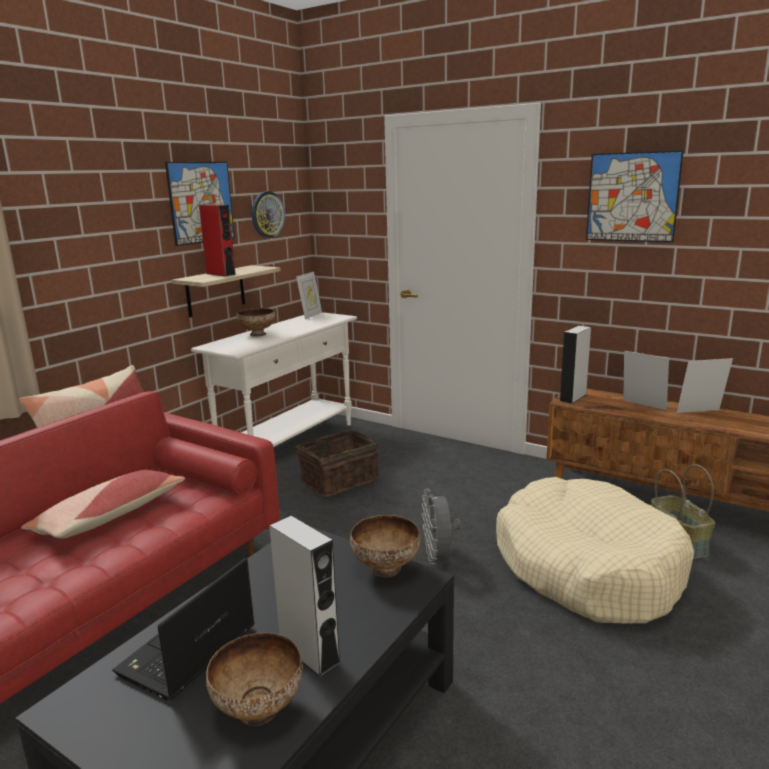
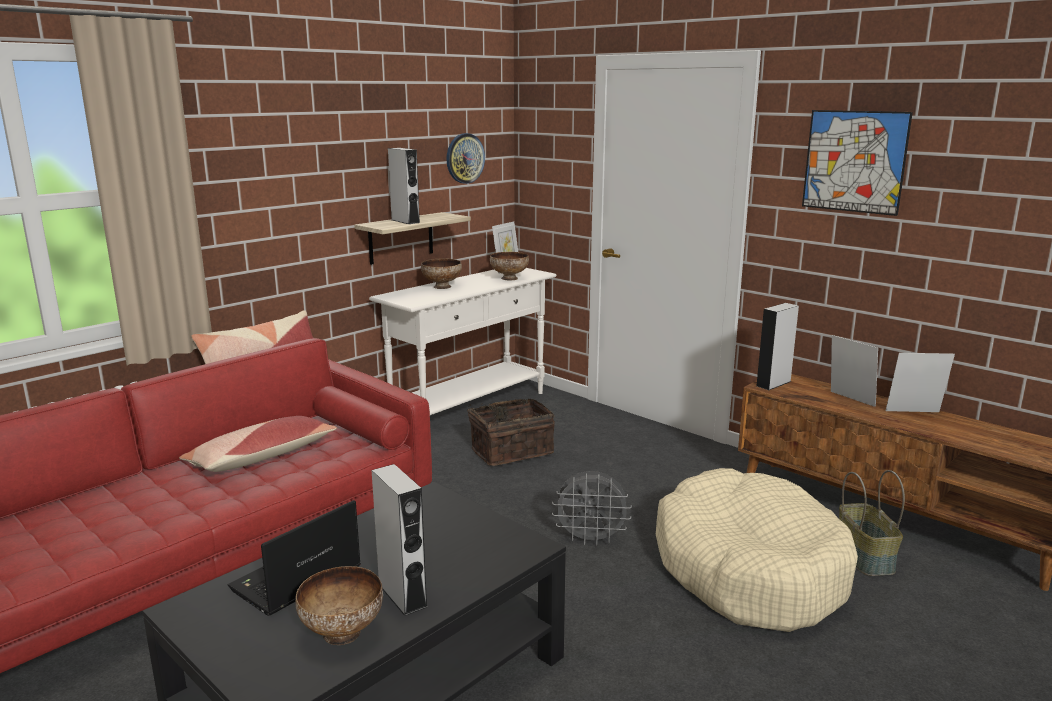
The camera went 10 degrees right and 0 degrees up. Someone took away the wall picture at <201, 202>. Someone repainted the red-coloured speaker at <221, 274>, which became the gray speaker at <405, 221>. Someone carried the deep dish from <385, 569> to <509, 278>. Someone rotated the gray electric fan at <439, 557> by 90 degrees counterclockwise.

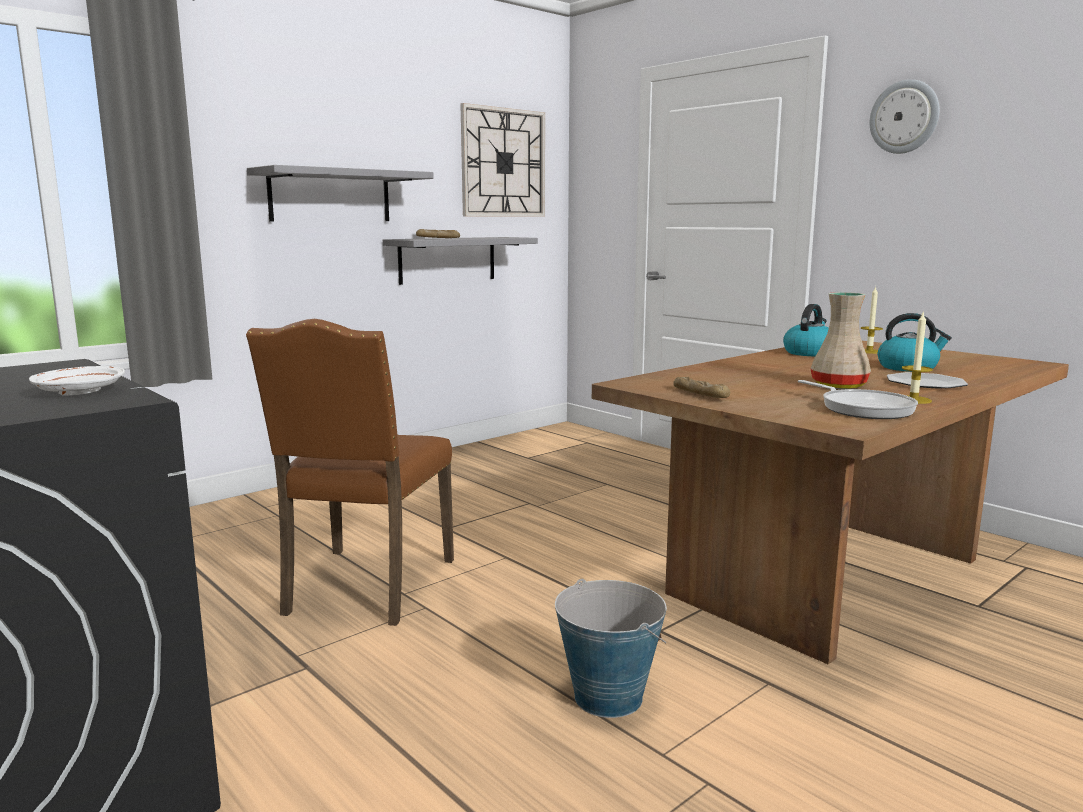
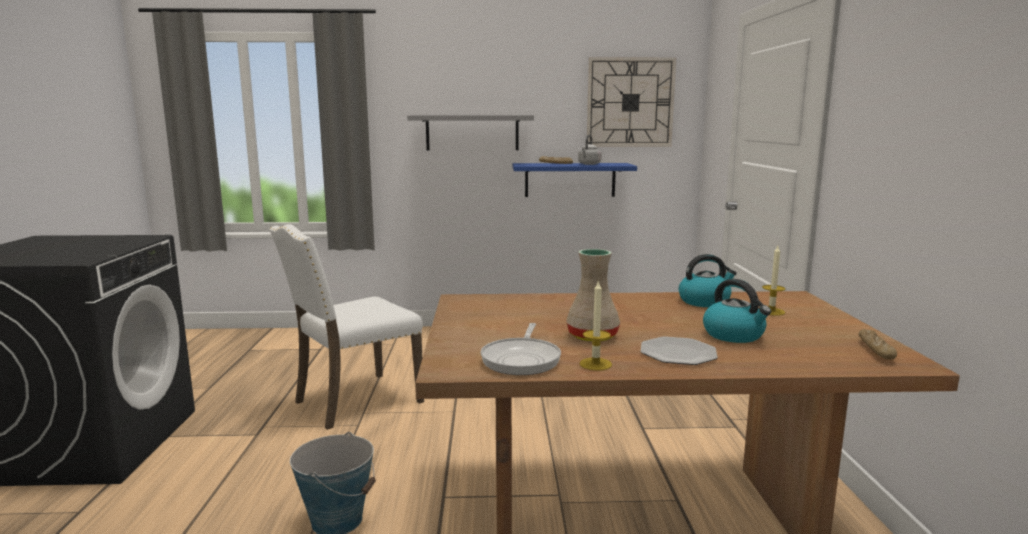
The camera went 40 degrees right and 0 degrees up. Someone took away the whitish plate at <80, 392>. Someone repainted the brown-coloured upright chair at <366, 587>, which became the whitish upright chair at <355, 401>. Someone repainted the gray wall shelf at <447, 259>, which became the blue wall shelf at <570, 180>. Someone carried the bread from <700, 395> to <875, 350>. Someone took away the hanging clock at <904, 117>. Someone put down the gray tea kettle at <588, 164>.

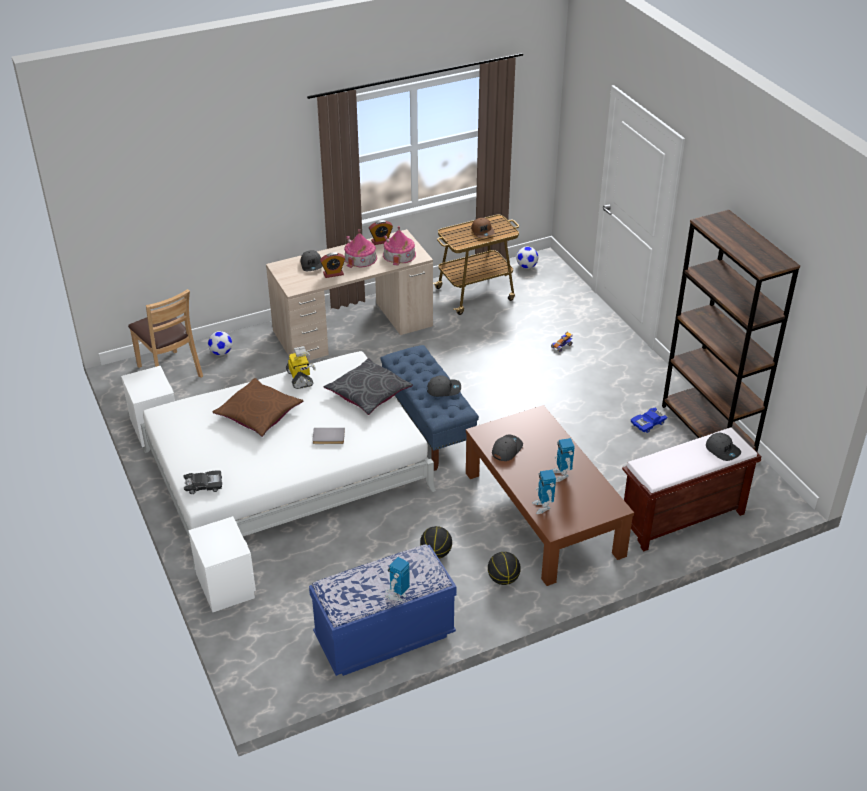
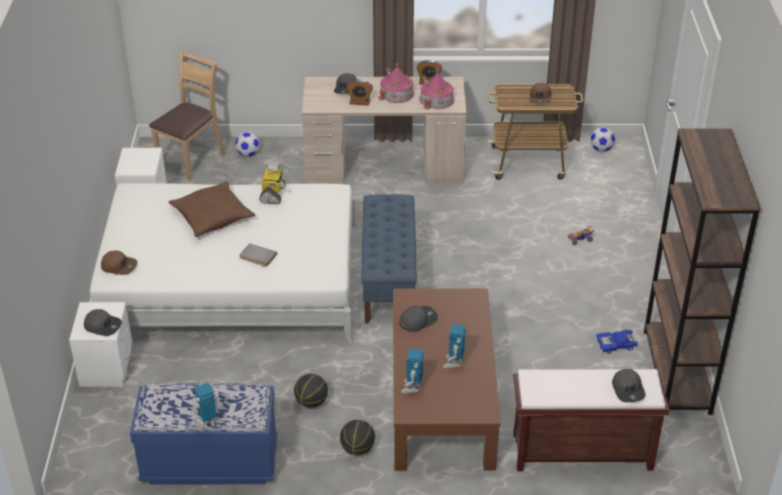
The camera went 25 degrees right and 0 degrees up. Someone rotated the brown-coloured upright chair at <169, 372> by 135 degrees counterclockwise. Someone swapped the black-coloured miniature car at <203, 485> for the brown-coloured baseball cap at <119, 266>. Someone took away the gray cushion at <368, 393>. Someone carried the gray baseball cap from <444, 389> to <103, 326>.

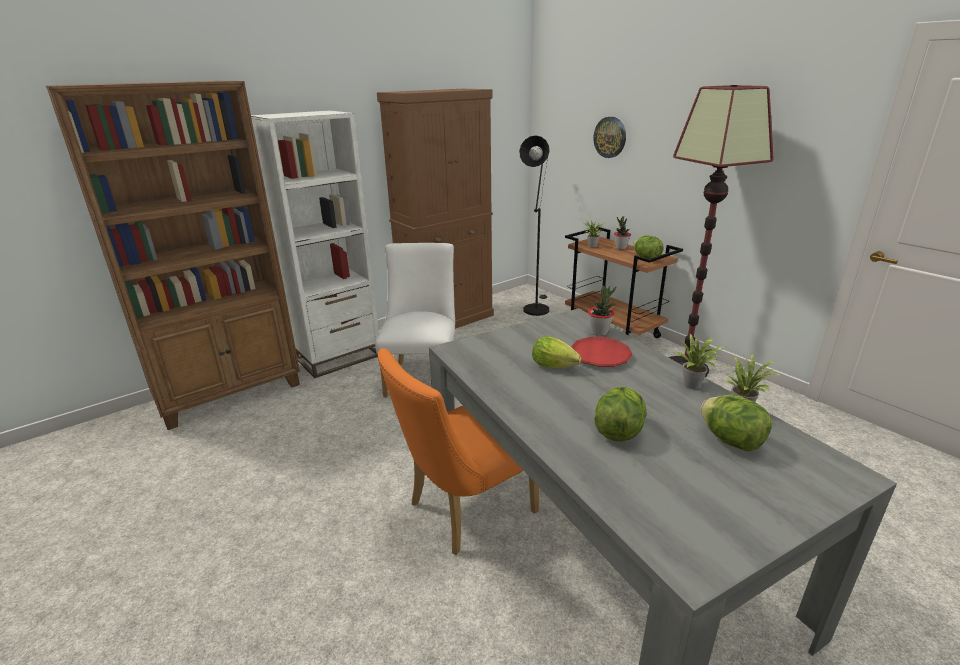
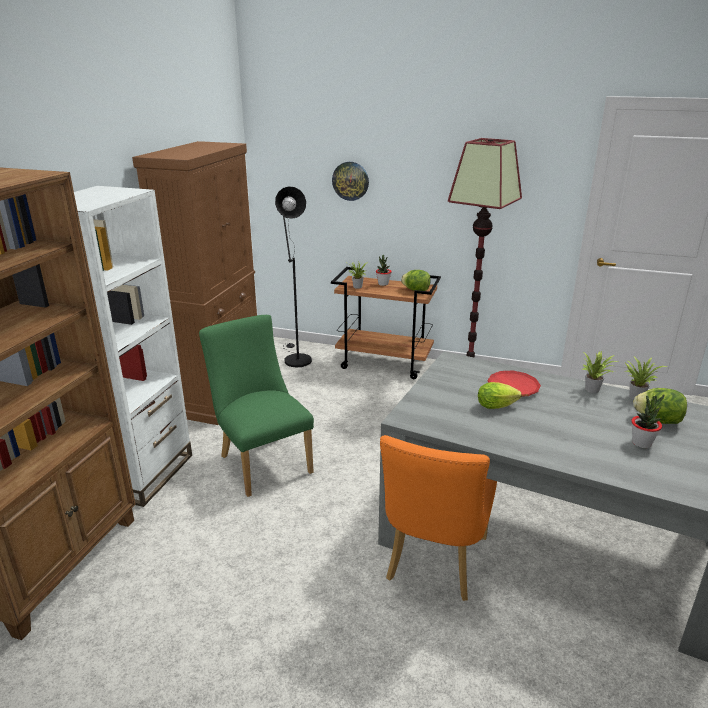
The camera went 35 degrees left and 0 degrees up. Someone repainted the whitish upright chair at <423, 376>, which became the greenish upright chair at <262, 461>. Someone carried the potted plant from <599, 332> to <641, 443>. Someone took away the lettuce at <618, 431>.

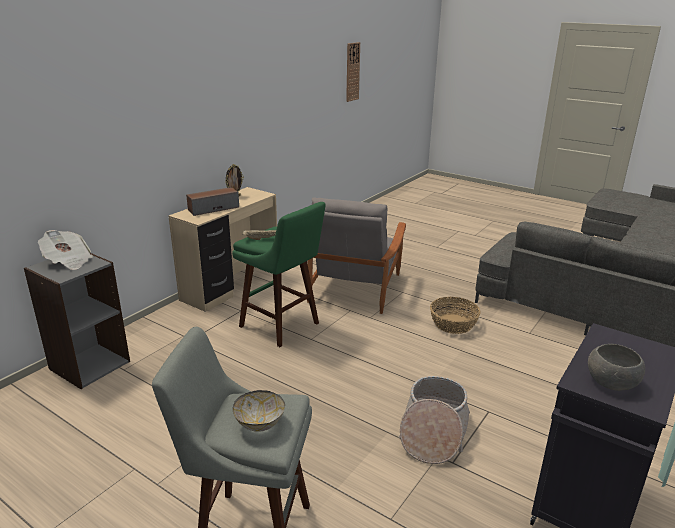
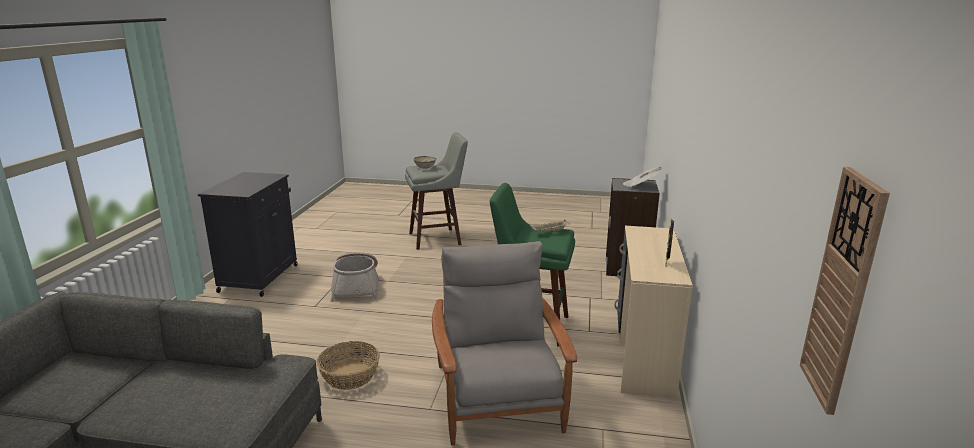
The camera went 155 degrees right and 5 degrees down. Someone took away the speaker at <213, 208>. Someone took away the gray deep dish at <611, 382>.

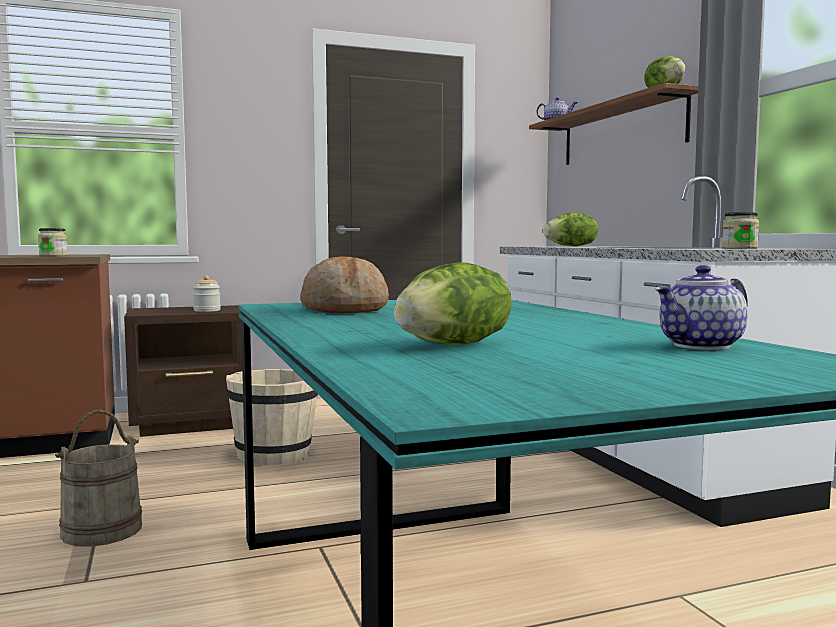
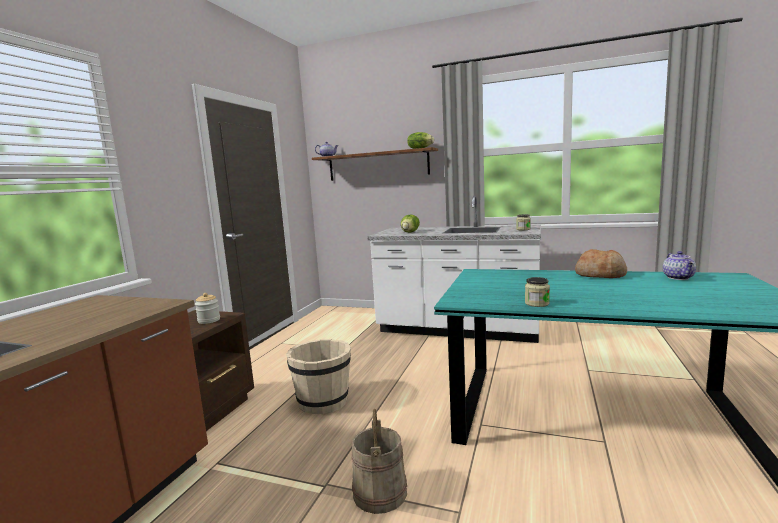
The camera went 50 degrees left and 5 degrees up. Someone carried the preserve jar from <53, 255> to <537, 303>. Someone carried the bread from <344, 309> to <600, 274>. Someone took away the lettuce at <455, 345>.

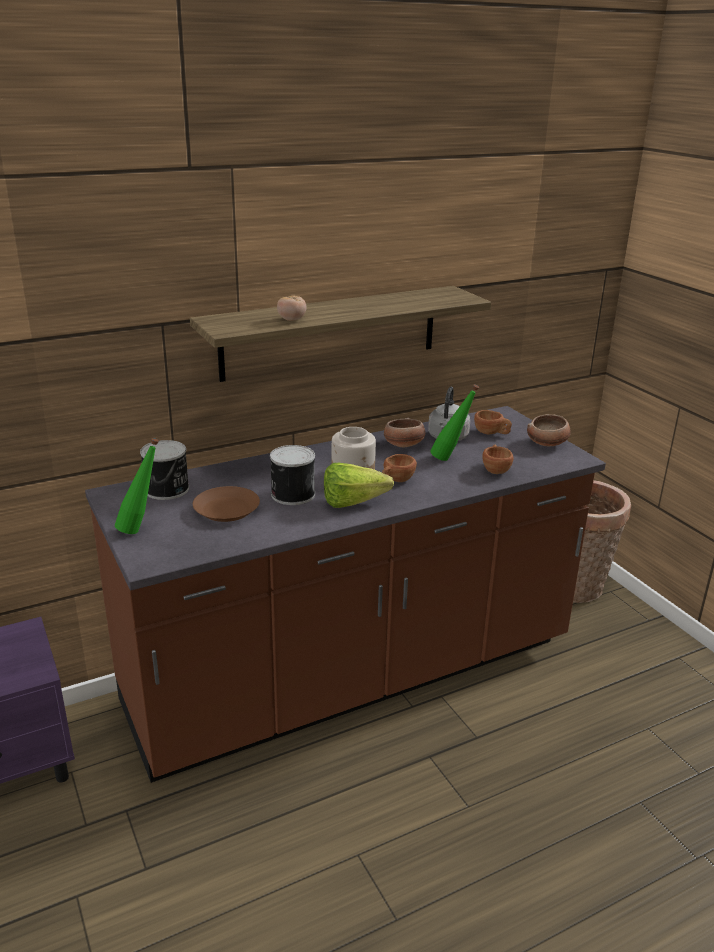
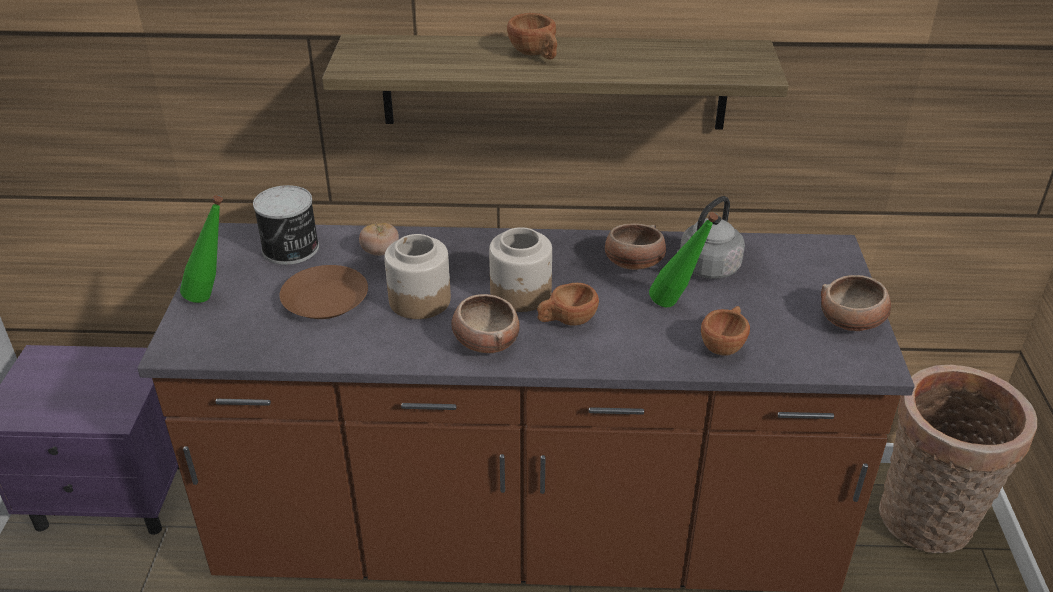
The camera went 30 degrees right and 10 degrees up. Someone swapped the sealed can at <291, 494> for the preserve jar at <419, 300>. Someone carried the fresh tomato from <292, 320> to <380, 252>. Someone swapped the lettuce at <358, 503> for the deep dish at <485, 341>. Someone carried the brown-coloured small cup from <491, 433> to <536, 55>.

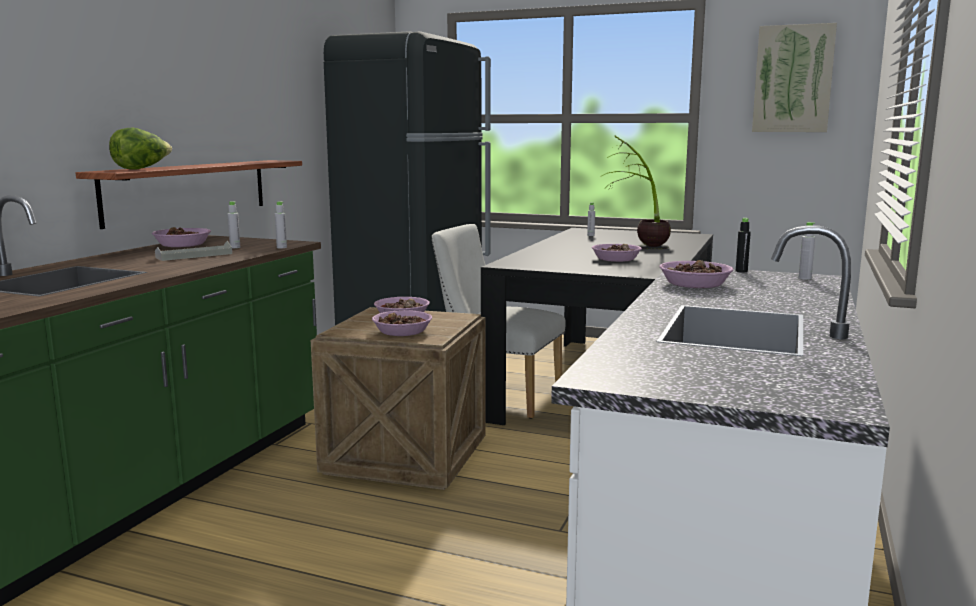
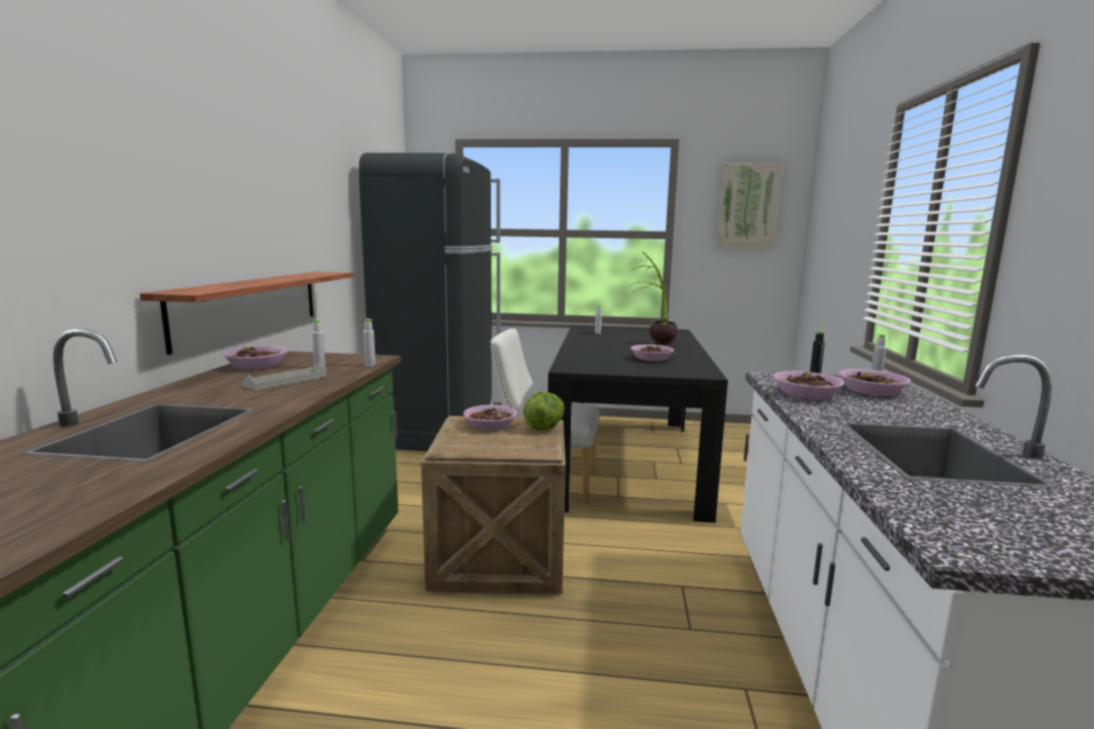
The camera went 15 degrees left and 0 degrees up. Someone carried the lettuce from <141, 169> to <545, 427>. Someone carried the deep dish from <402, 331> to <871, 391>.

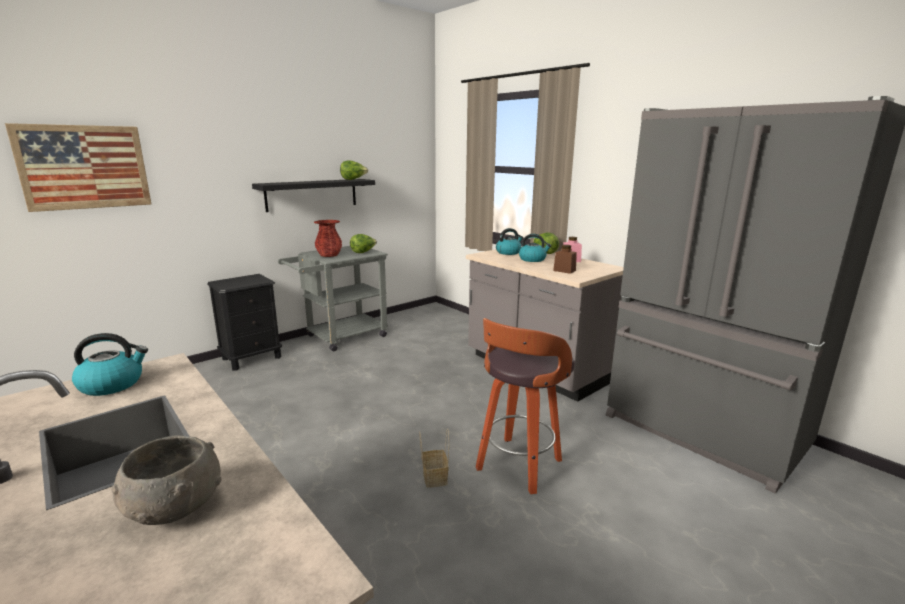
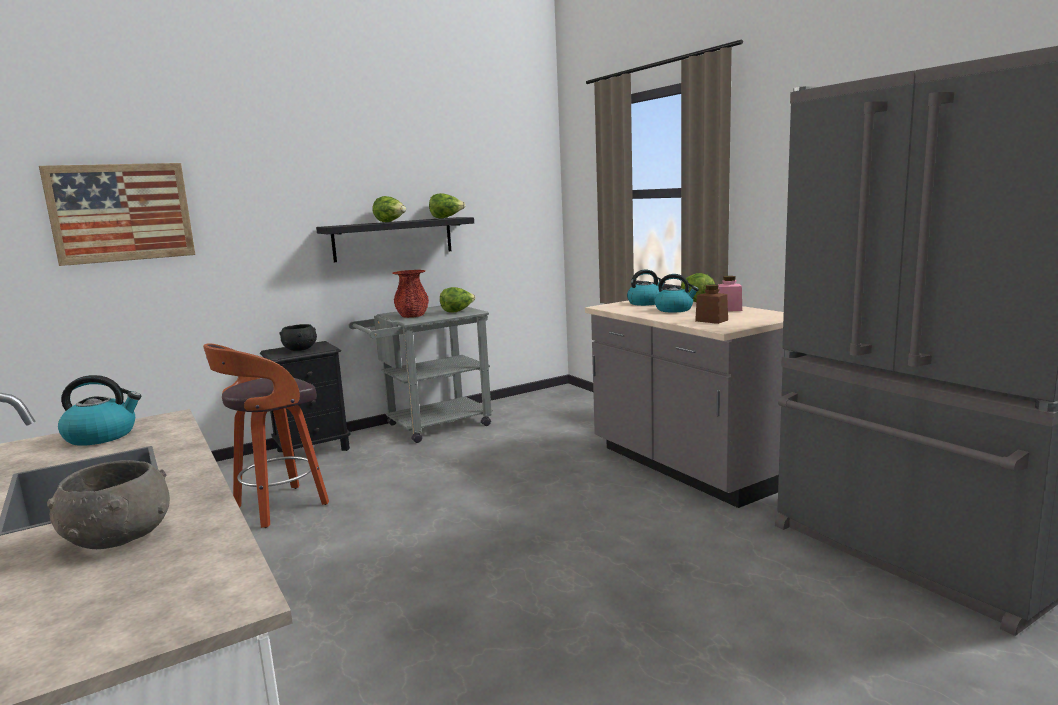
The camera went 10 degrees right and 5 degrees down. Someone took away the storage basket at <434, 477>. Someone carried the sitting stool from <518, 466> to <278, 507>. Someone put down the black-coloured deep dish at <300, 349>. Someone put down the lettuce at <390, 222>.

